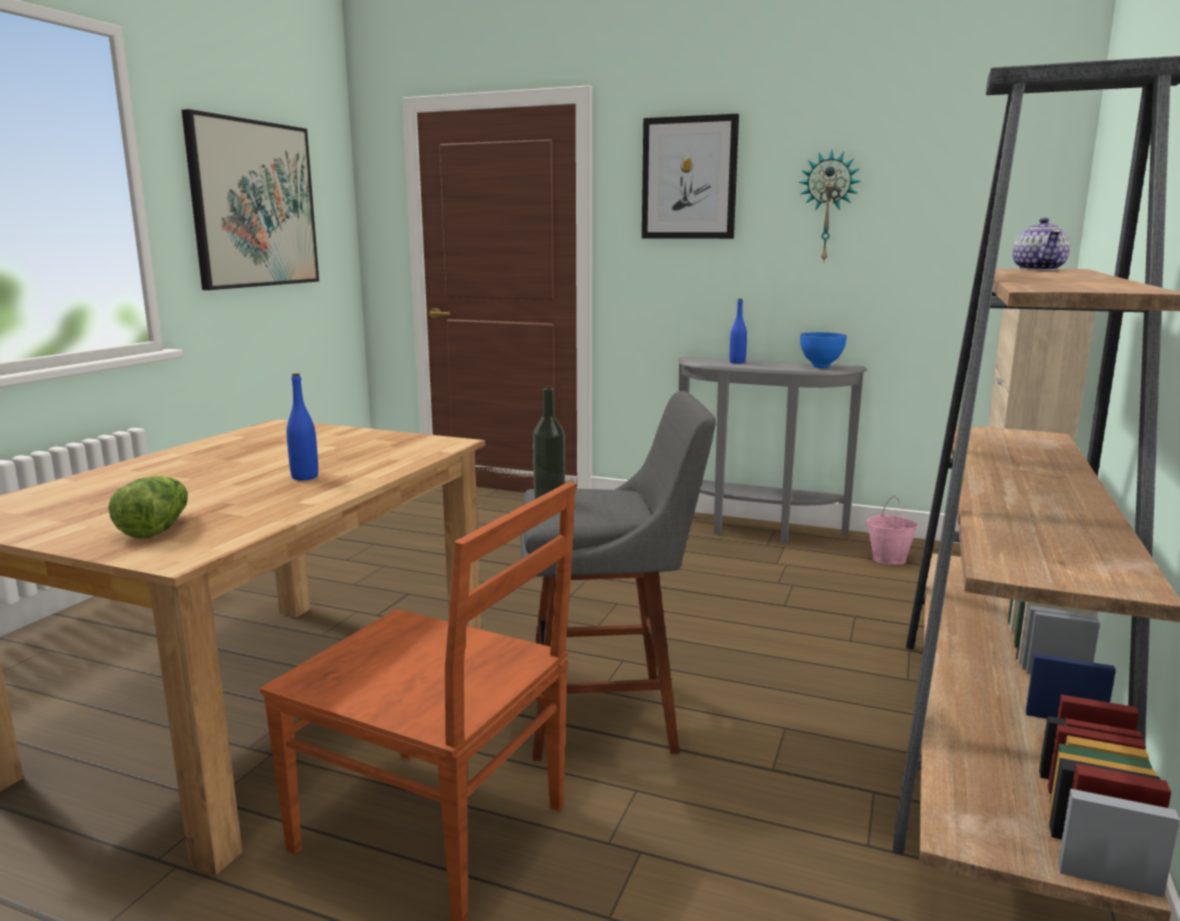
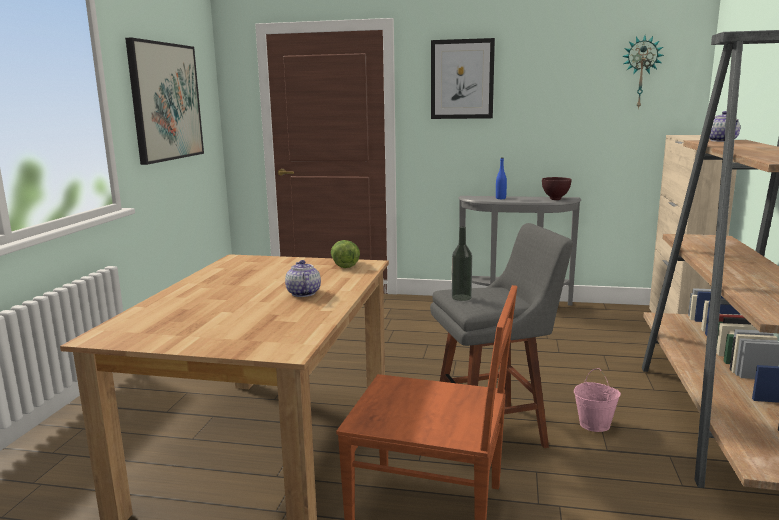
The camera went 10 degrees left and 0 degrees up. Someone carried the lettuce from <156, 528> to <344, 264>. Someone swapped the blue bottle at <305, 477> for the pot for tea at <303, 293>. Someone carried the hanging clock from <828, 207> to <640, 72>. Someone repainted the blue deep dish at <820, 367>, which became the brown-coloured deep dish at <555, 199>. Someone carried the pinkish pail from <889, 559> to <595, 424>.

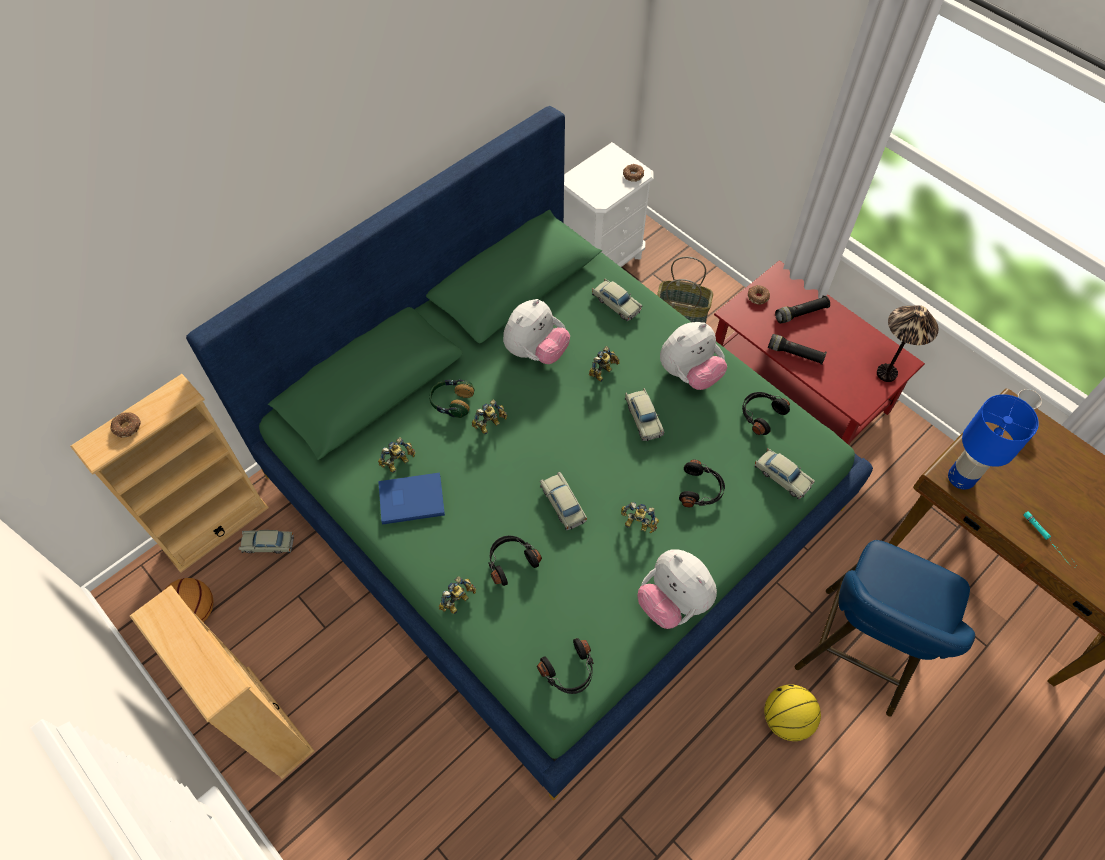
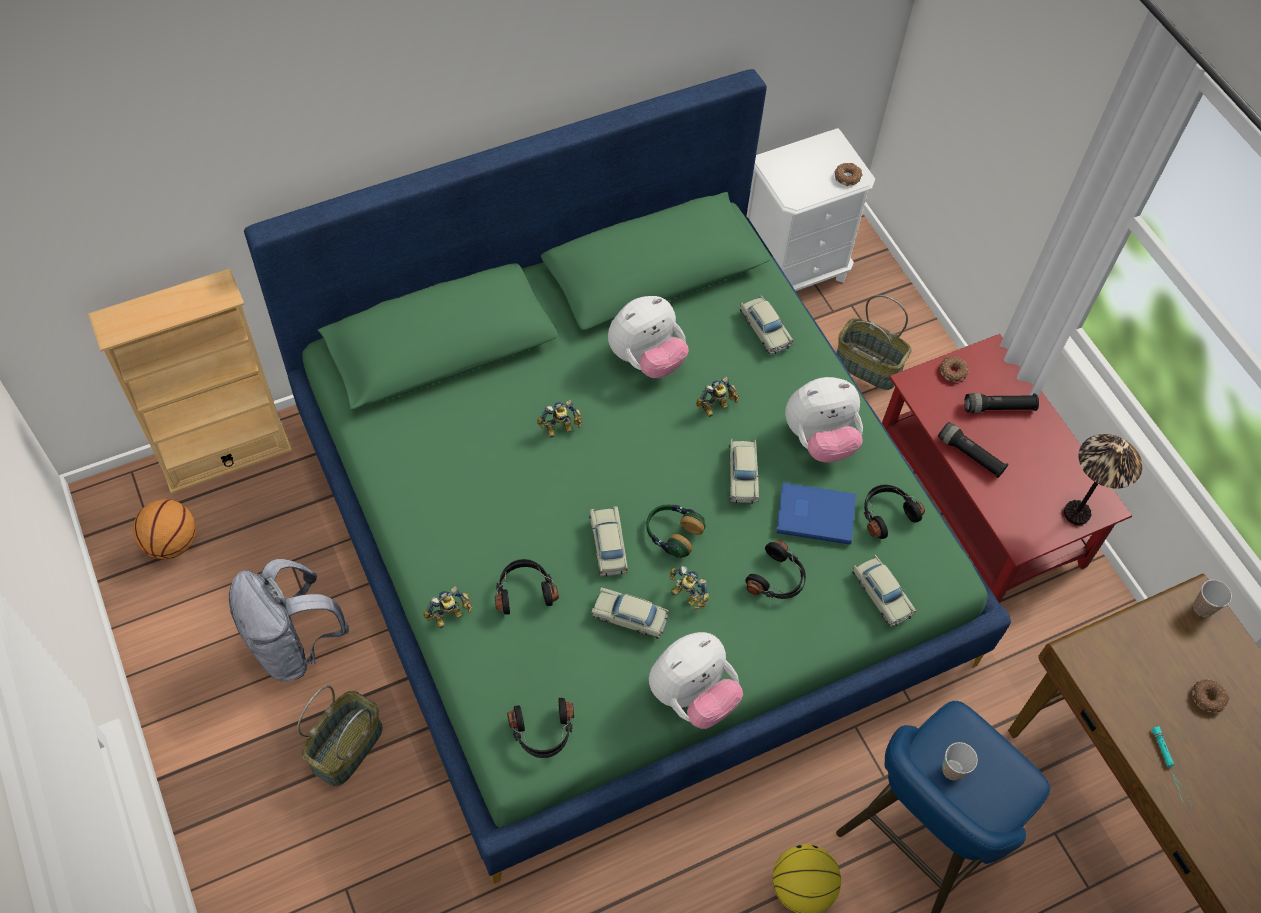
The camera went 15 degrees right and 0 degrees up. Someone carried the doughnut from <128, 427> to <1208, 698>. Someone took away the sand-coloured shelving unit at <264, 722>. Someone carried the sand-coloured miniature car from <268, 544> to <629, 617>. Someone took away the toy robot at <399, 463>. Someone carried the blue volume from <410, 498> to <814, 513>. Someone carried the headset from <451, 402> to <672, 534>. Someone rotated the cuddly toy at <673, 602> by 105 degrees counterclockwise. Someone took away the blue lamp for a table at <961, 478>. Someone put down the gray rucksack at <294, 645>. Someone put down the storage basket at <346, 746>. Someone put down the small cup at <952, 770>.

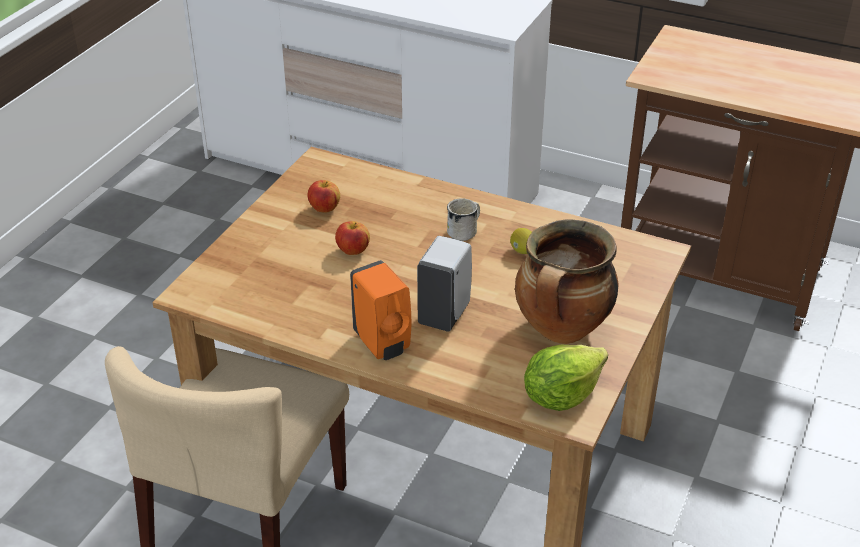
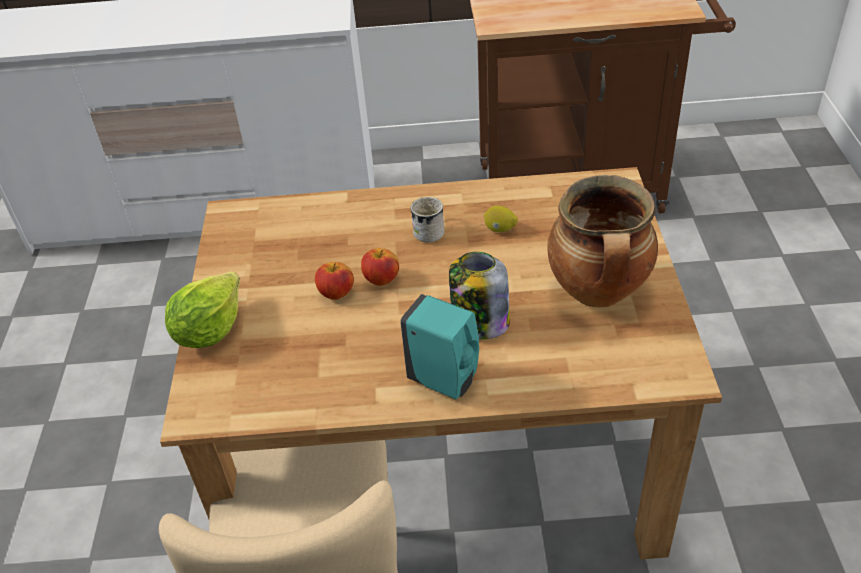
The camera went 25 degrees left and 5 degrees up. Someone carried the whole apple from <324, 208> to <381, 279>. Someone repainted the orange liquid soap bottle at <383, 344>, which became the blue-green liquid soap bottle at <445, 381>. Someone swapped the whitish liquid soap bottle at <445, 314> for the preserve jar at <479, 322>. Someone carried the lettuce from <561, 395> to <209, 330>.

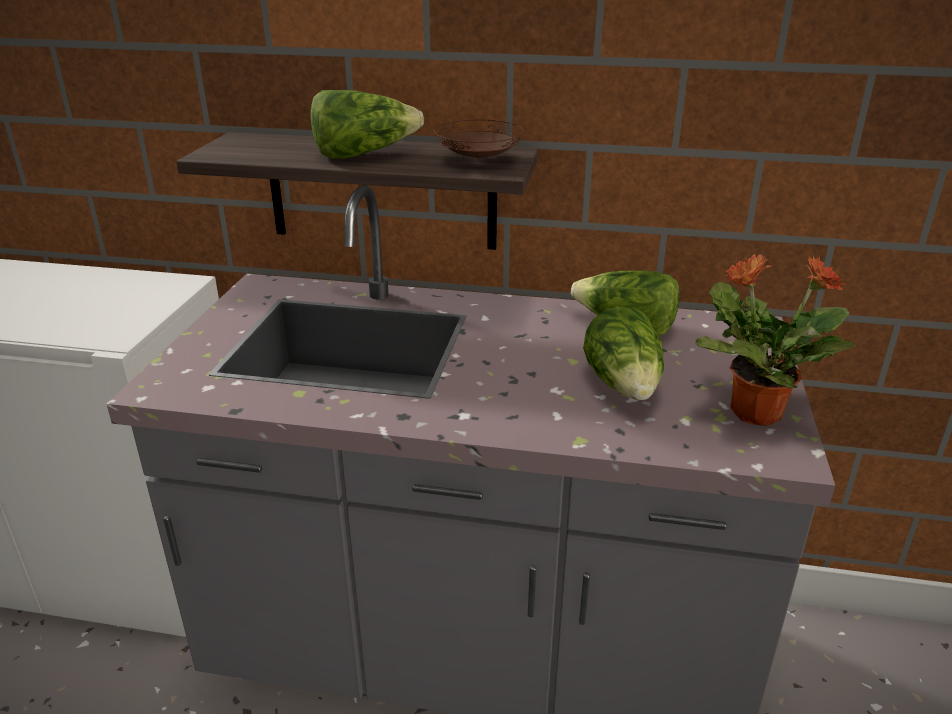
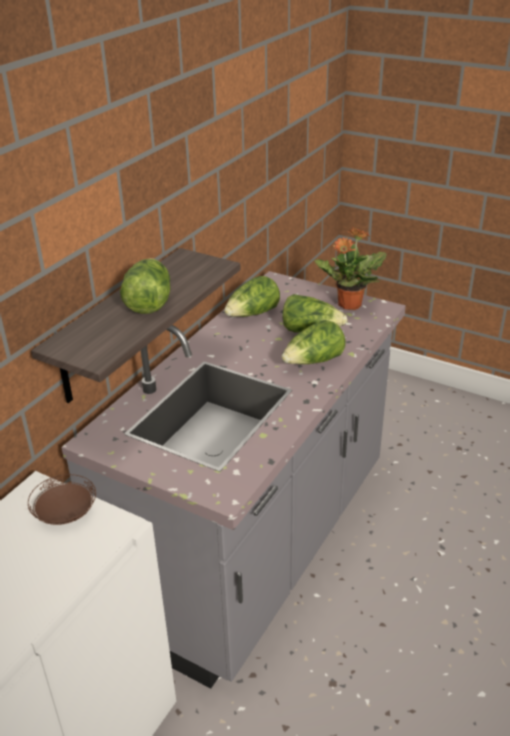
The camera went 70 degrees left and 5 degrees up. Someone carried the brown-coloured plate from <478, 160> to <65, 513>. Someone put down the lettuce at <314, 361>.

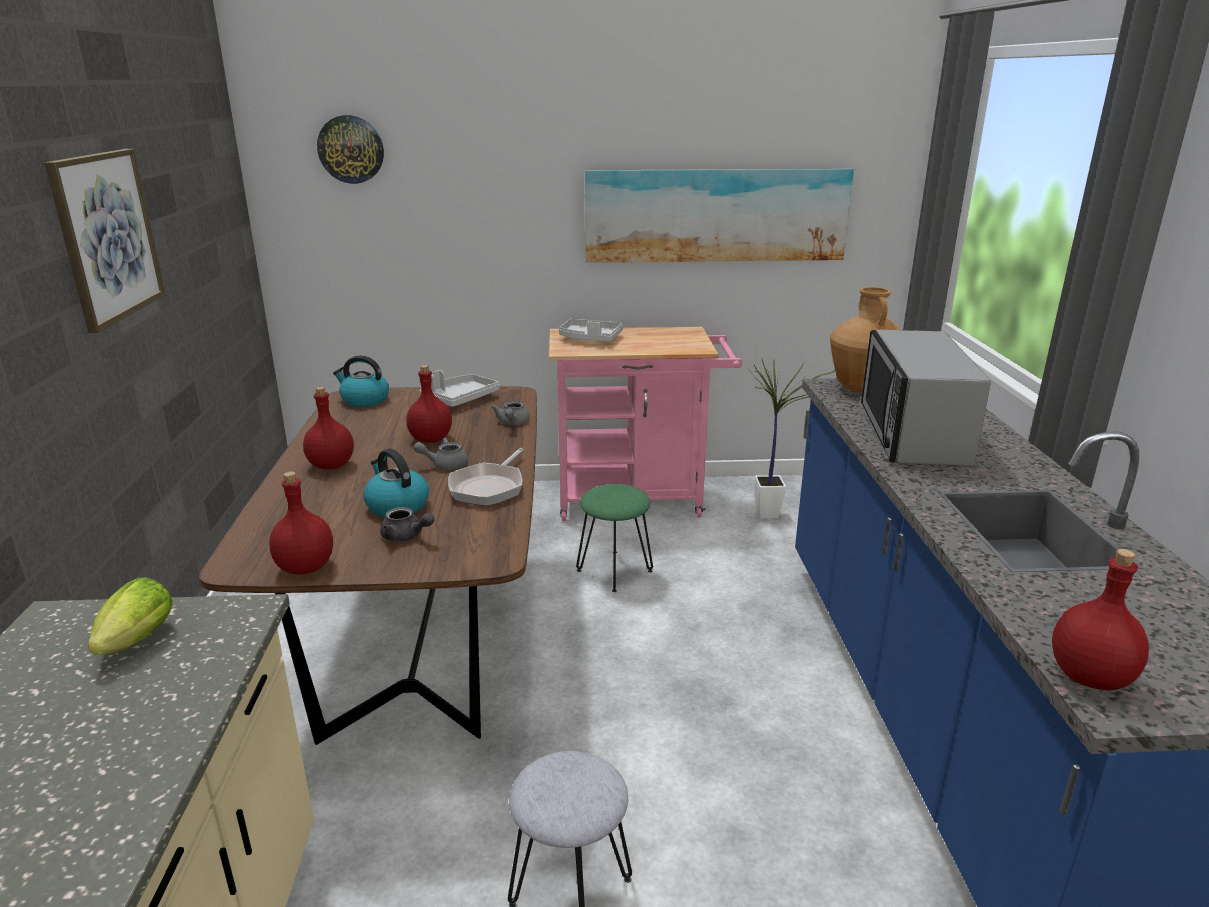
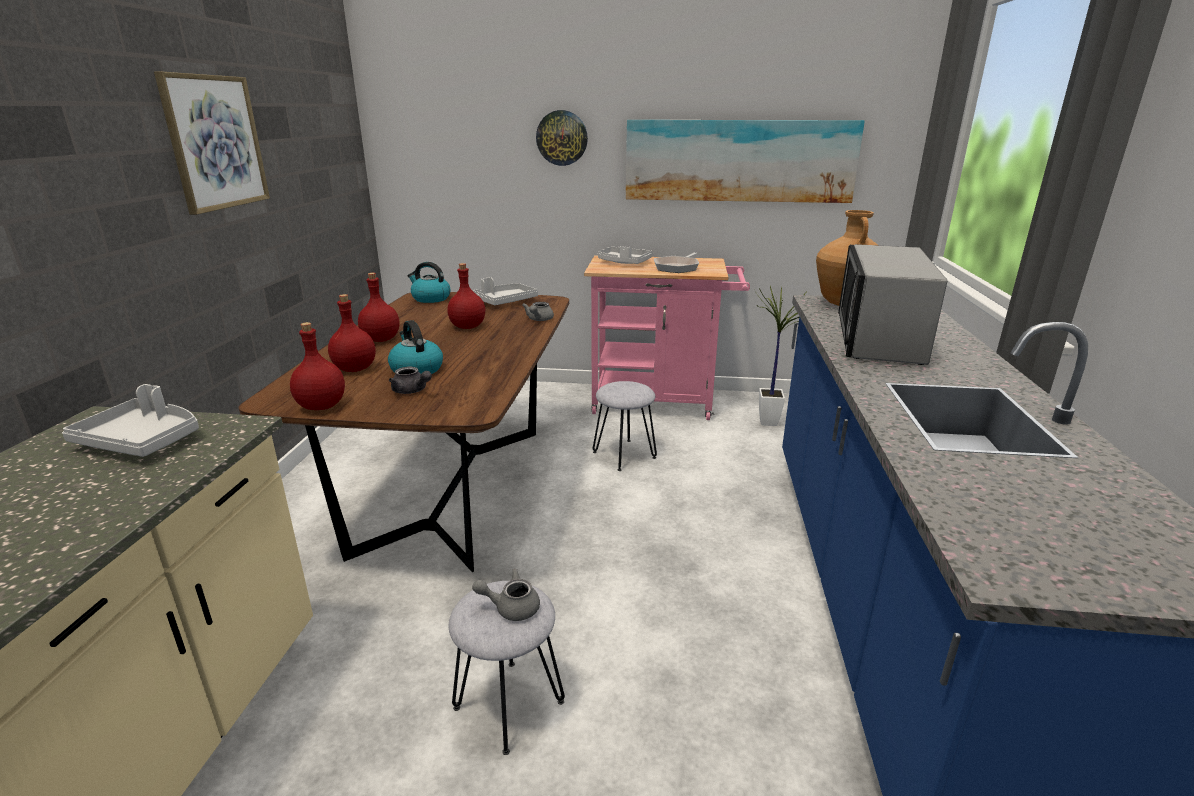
The camera went 10 degrees right and 0 degrees up. Someone swapped the lettuce at <134, 644> for the gray tray at <142, 440>. Someone carried the hanging clock from <351, 149> to <562, 138>. Someone carried the gray pot for tea from <445, 465> to <511, 607>. Someone carried the pan from <489, 487> to <677, 267>. Someone repainted the greenish sitting stool at <615, 571>, which became the gray sitting stool at <624, 455>. Someone carried the red-coloured bottle from <1090, 676> to <356, 369>.

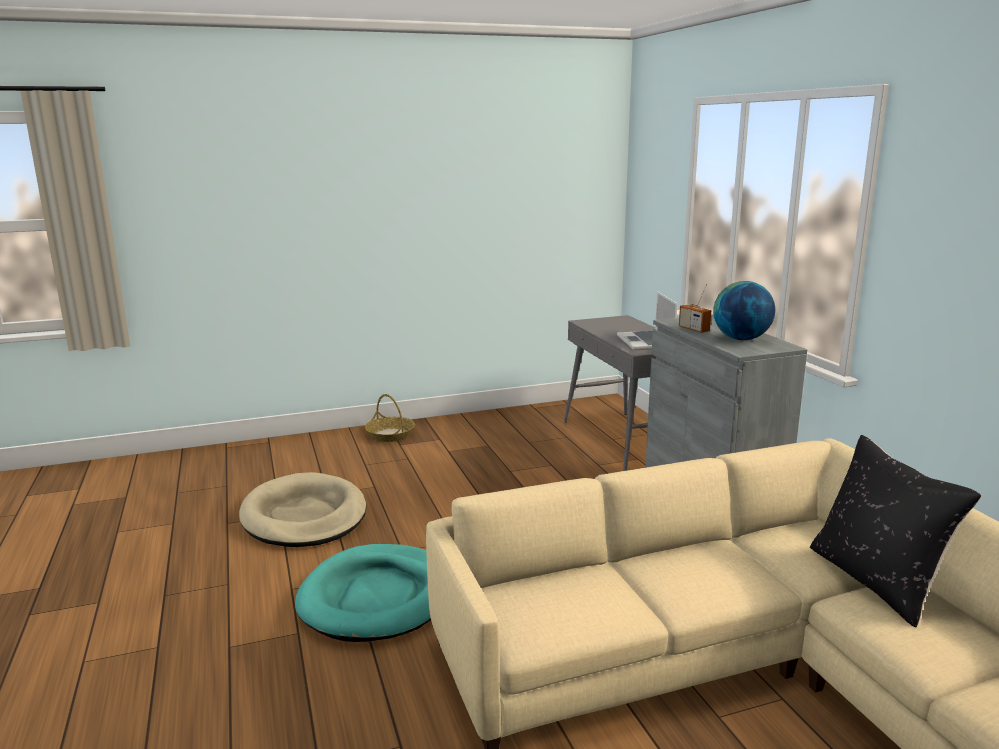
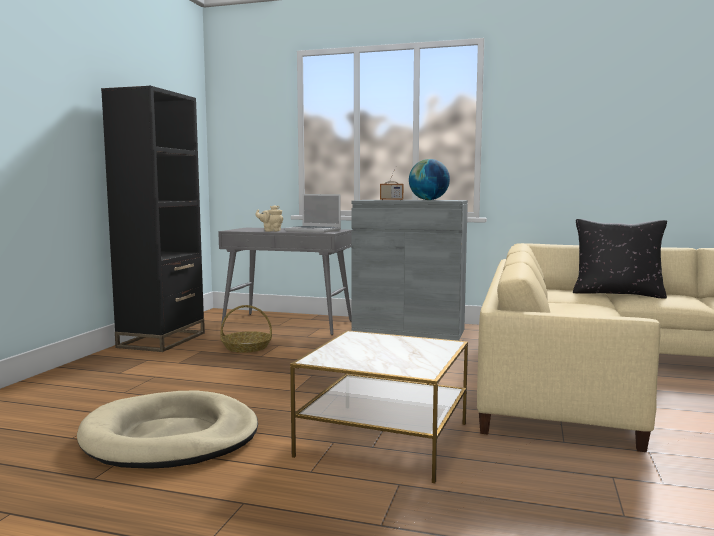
The camera went 55 degrees left and 10 degrees down. Someone swapped the blue-green dog cushion at <377, 597> for the accent table at <384, 439>. Someone carried the storage basket from <390, 435> to <246, 347>. Someone put down the black-coloured shelving unit at <162, 340>. Someone put down the sand-coloured pot for tea at <271, 231>.

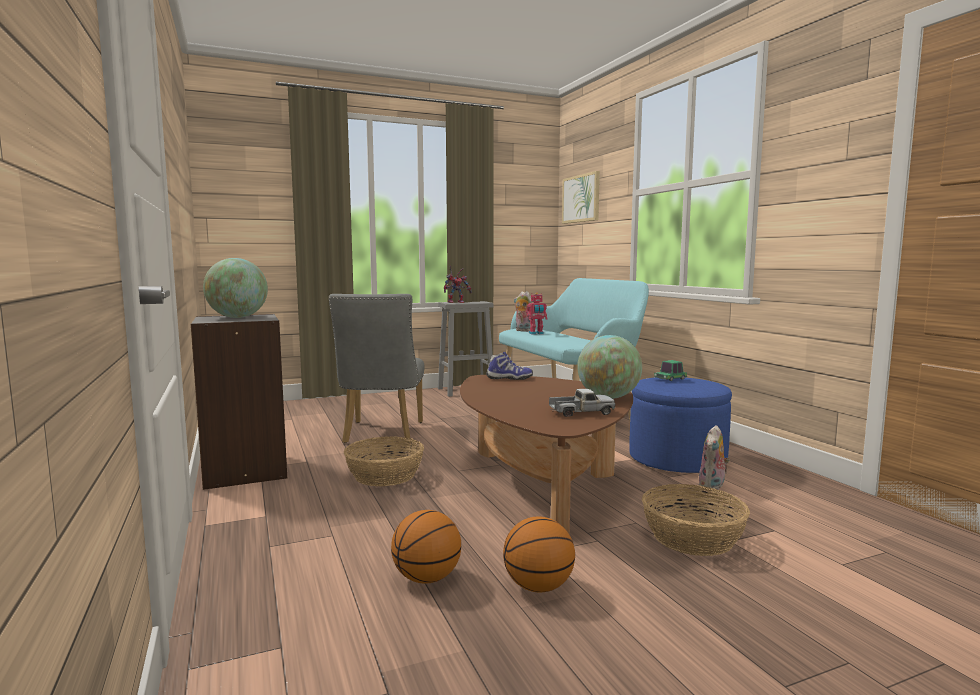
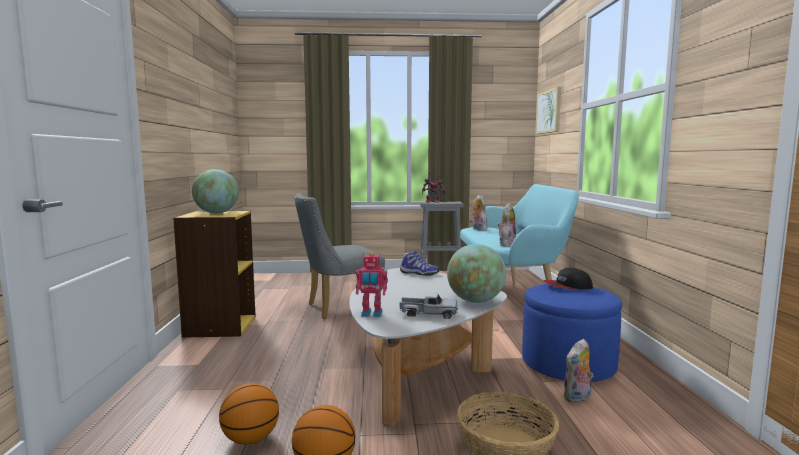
The camera went 20 degrees right and 0 degrees up. Someone repainted the gray shelving unit at <244, 471>, which became the yellowish shelving unit at <219, 326>. Someone rotated the gray upright chair at <381, 434> by 45 degrees clockwise. Someone took away the storage basket at <384, 475>. Someone repainted the brown-coloured coffee table at <540, 484>, which became the whitish coffee table at <419, 370>. Someone carried the toy robot from <536, 333> to <371, 314>. Someone swapped the miniature car at <670, 379> for the baseball cap at <567, 286>. Someone put down the cuddly toy at <506, 244>.

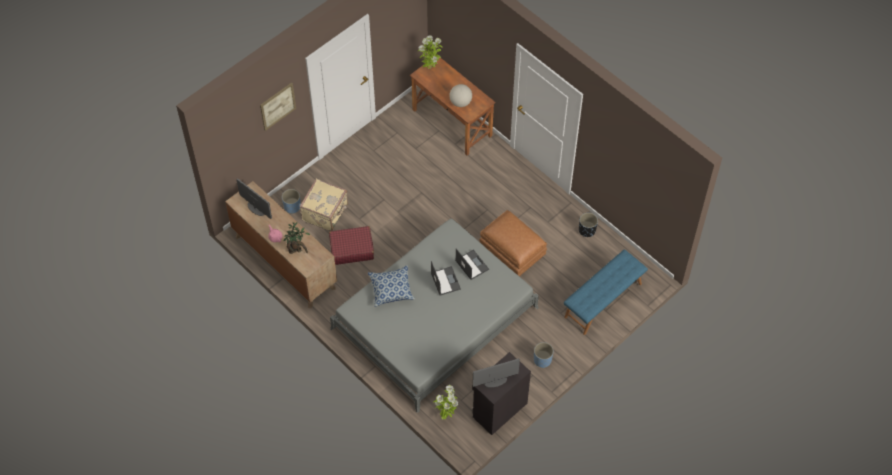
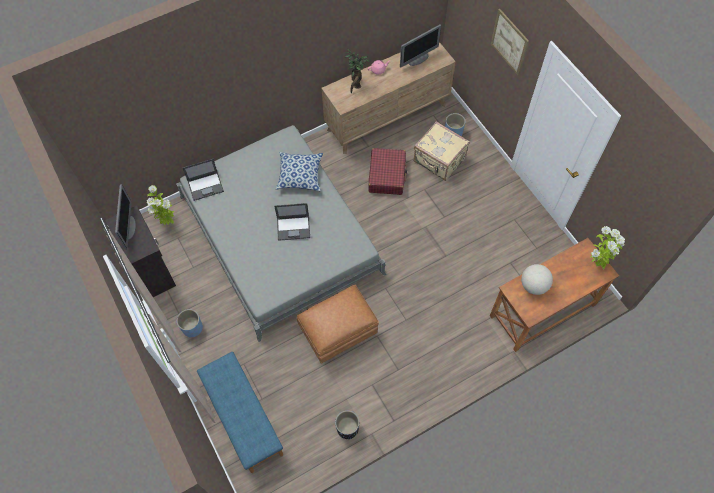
The camera went 105 degrees right and 5 degrees up. Someone carried the portable computer from <471, 264> to <206, 186>.

